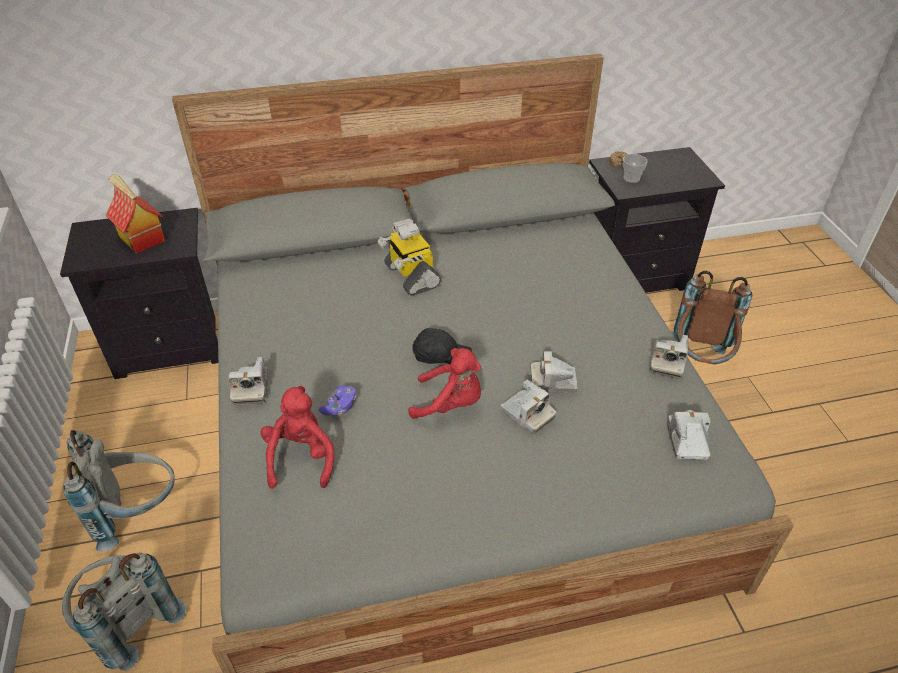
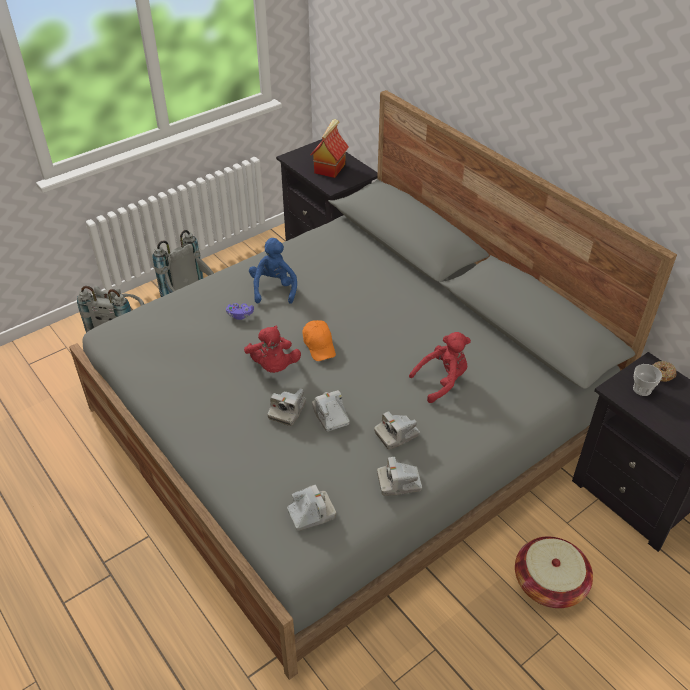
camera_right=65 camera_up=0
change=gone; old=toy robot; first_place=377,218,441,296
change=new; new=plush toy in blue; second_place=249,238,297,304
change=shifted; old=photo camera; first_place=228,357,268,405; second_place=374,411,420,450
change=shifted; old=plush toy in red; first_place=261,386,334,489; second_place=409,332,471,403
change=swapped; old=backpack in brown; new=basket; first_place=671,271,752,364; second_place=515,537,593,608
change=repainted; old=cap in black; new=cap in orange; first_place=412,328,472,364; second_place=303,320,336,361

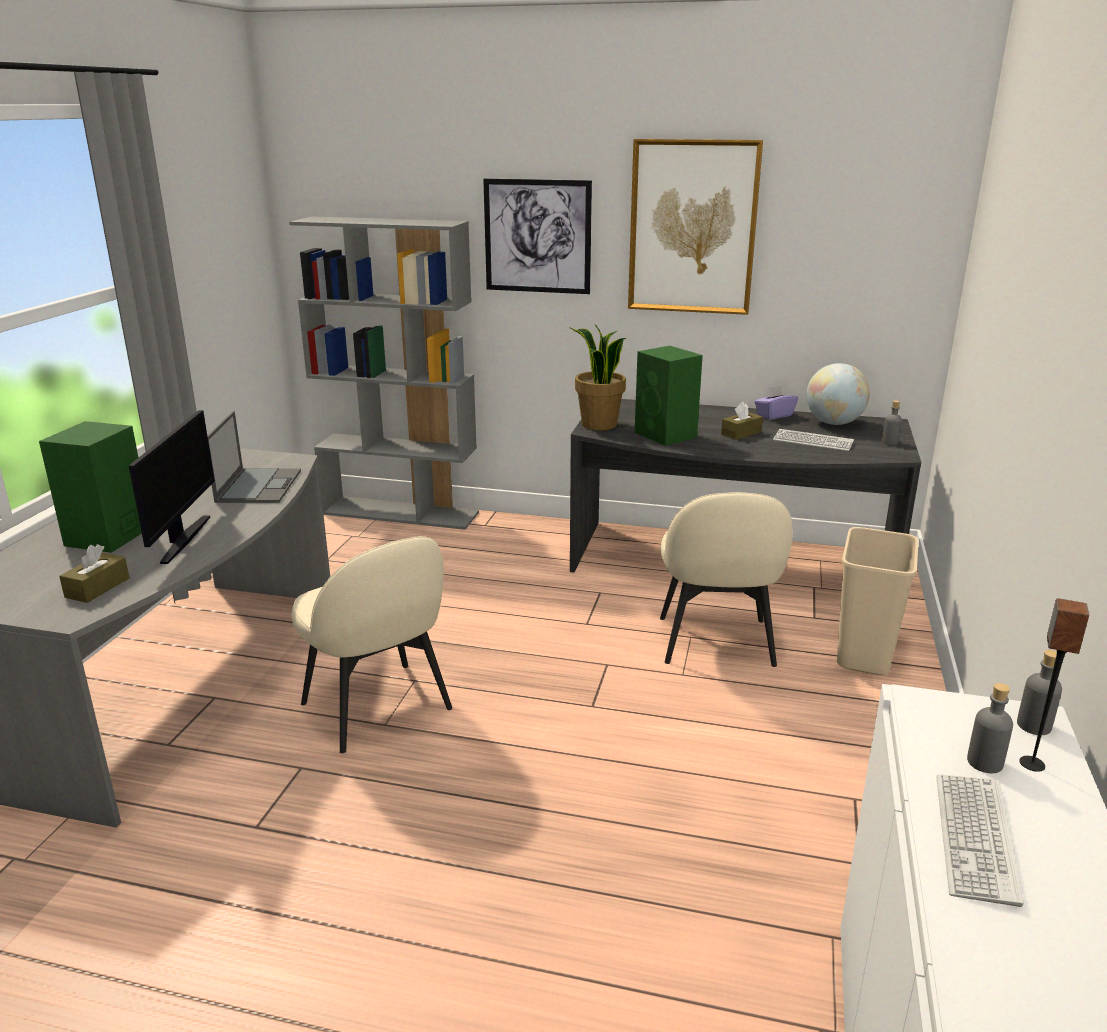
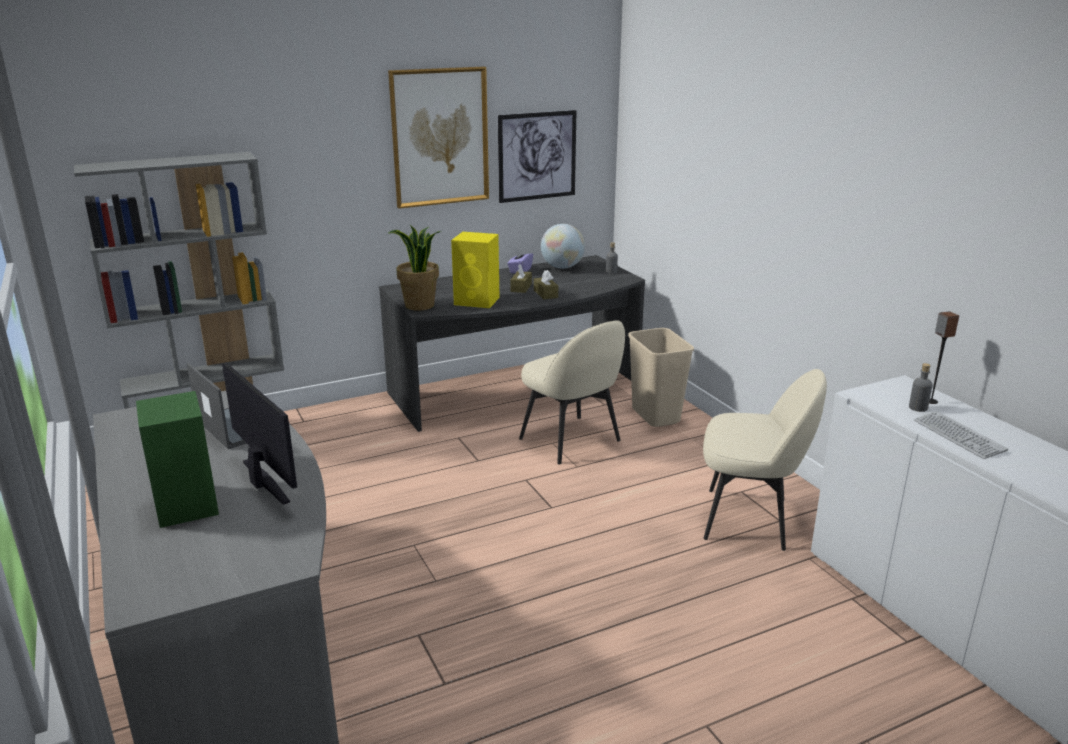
camera_right=-40 camera_up=0
change=gone; old=keyboard; first_place=773,429,854,451
change=gone; old=bottle in grey; first_place=1017,650,1062,735
change=shifted; old=tissue box in brown; first_place=59,544,129,603; second_place=534,270,558,299
change=shifted; old=chair in beige; first_place=292,536,452,753; second_place=703,369,827,551
change=shifted; old=picture; first_place=483,178,592,294; second_place=498,110,576,203
change=repainted; old=speaker in green; new=speaker in yellow; first_place=634,346,703,446; second_place=451,232,500,308

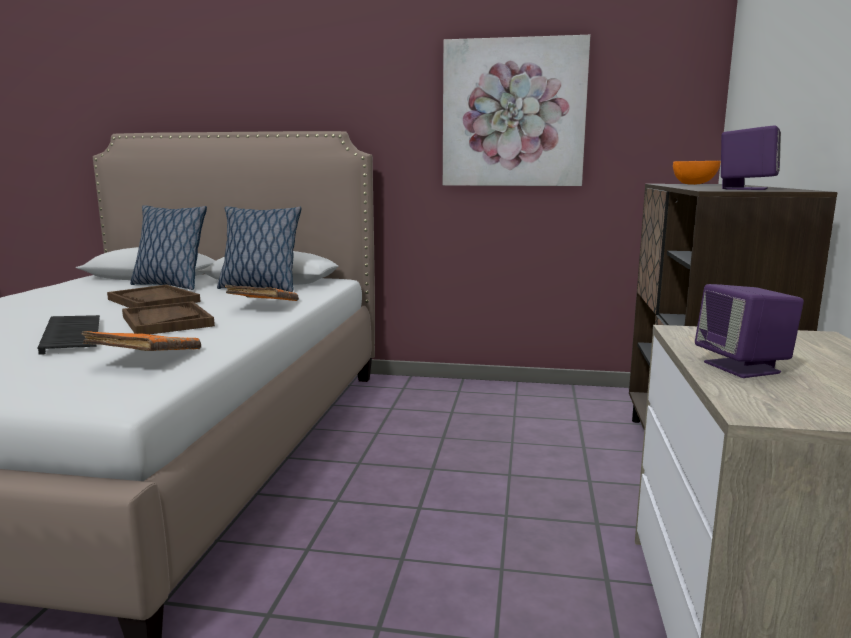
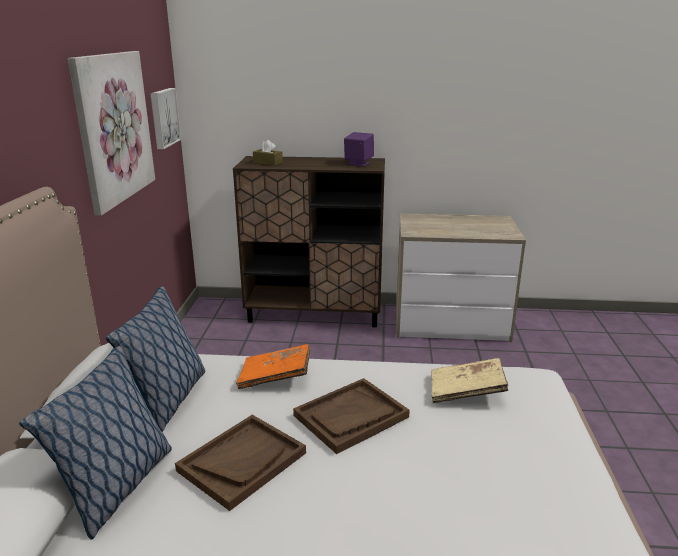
camera_right=-95 camera_up=10
change=gone; old=keyboard; first_place=38,315,100,355
change=gone; old=speaker in purple; first_place=695,284,804,378
change=new; new=picture; second_place=150,88,181,149
change=swapped; old=bowl in orange; new=tissue box in brown; first_place=673,161,721,185; second_place=253,140,283,166
change=repainted; old=book in orange; new=book in beige; first_place=81,331,201,351; second_place=431,358,508,403

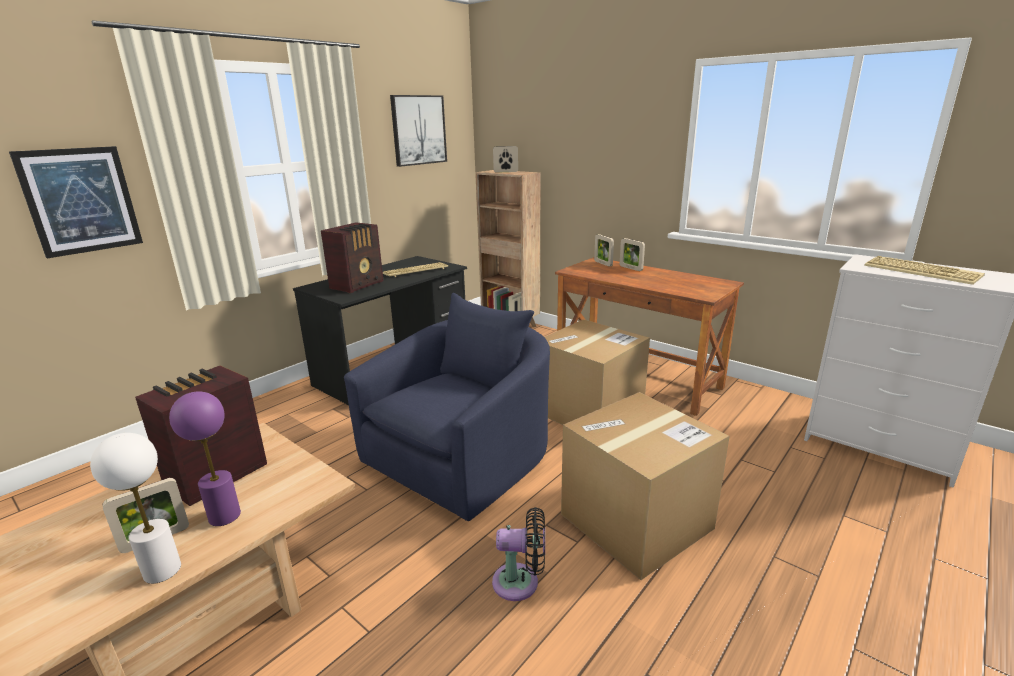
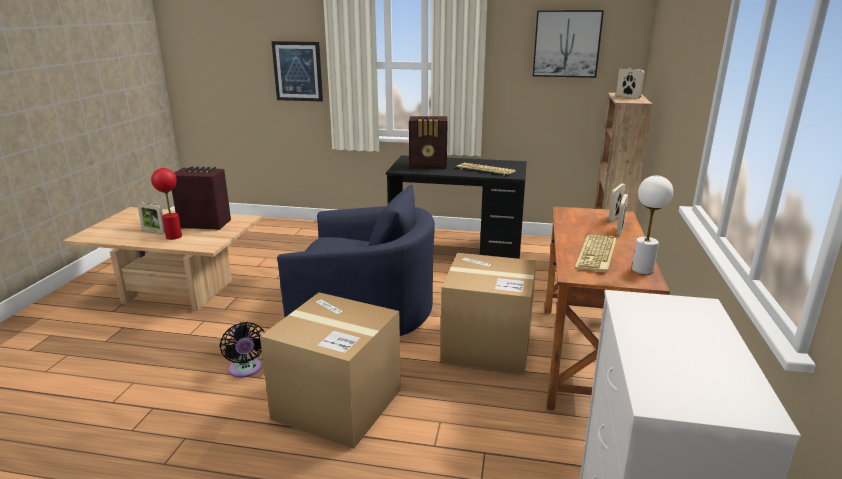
camera_right=60 camera_up=0
change=shifted; old=table lamp in white; first_place=90,433,181,584; second_place=632,176,673,274
change=shifted; old=keyboard; first_place=864,256,985,285; second_place=574,235,617,271
change=repainted; old=table lamp in purple; new=table lamp in red; first_place=169,391,241,526; second_place=151,168,182,240

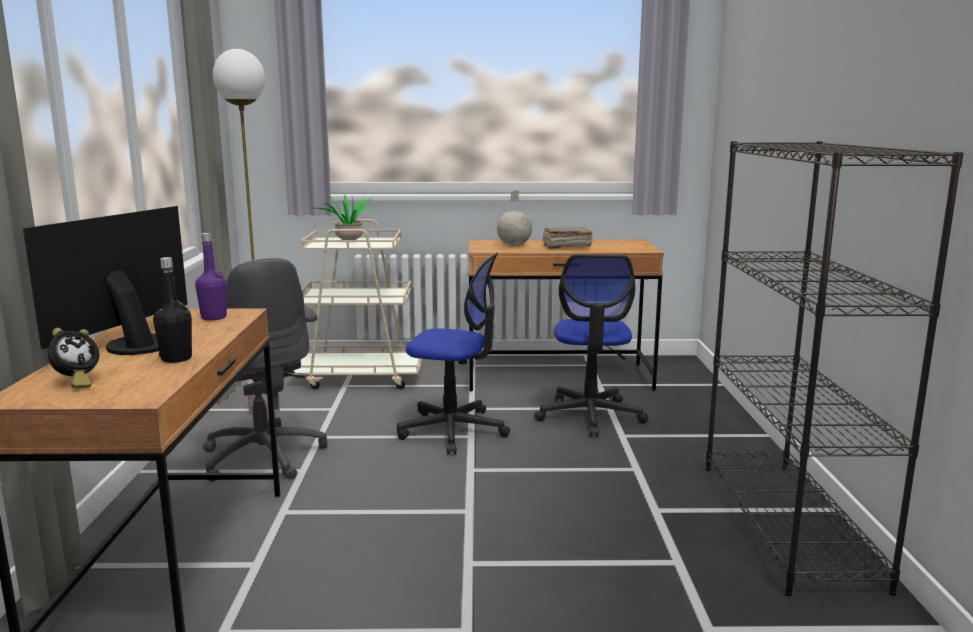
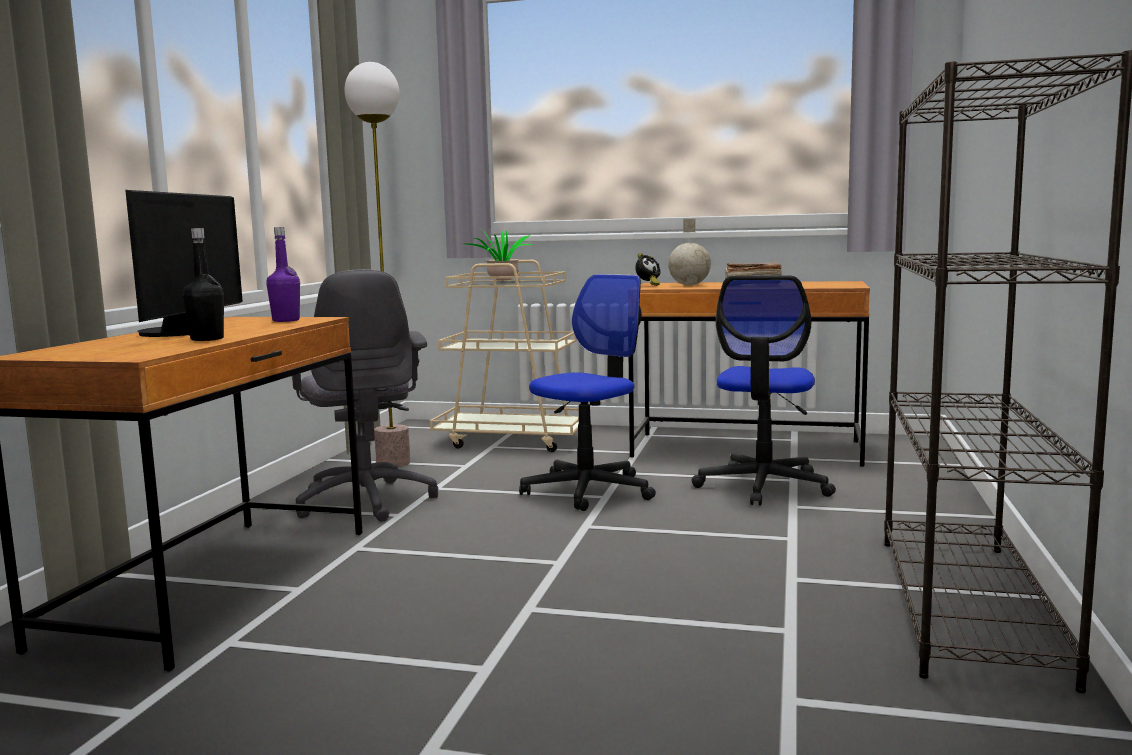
camera_right=15 camera_up=-5
change=shifted; old=alarm clock; first_place=48,328,99,388; second_place=635,253,660,286
change=rotated; old=monitor; first_place=23,206,188,355; second_place=125,190,243,337; degrees=150
change=rotated; old=office chair; first_place=397,253,510,454; second_place=519,274,656,511; degrees=-75

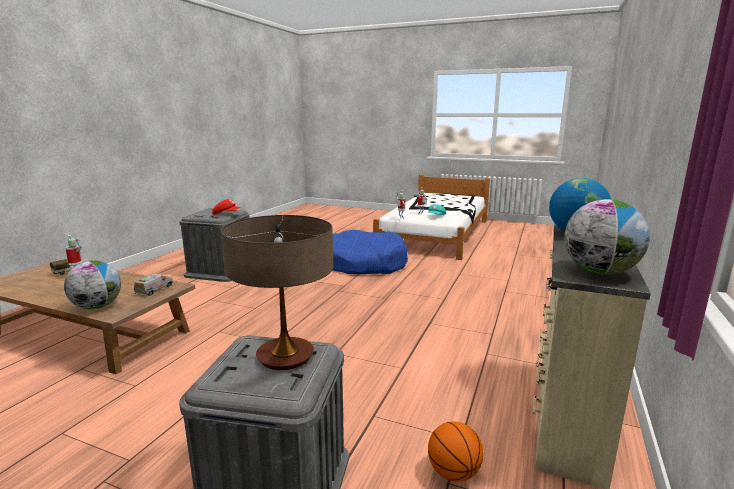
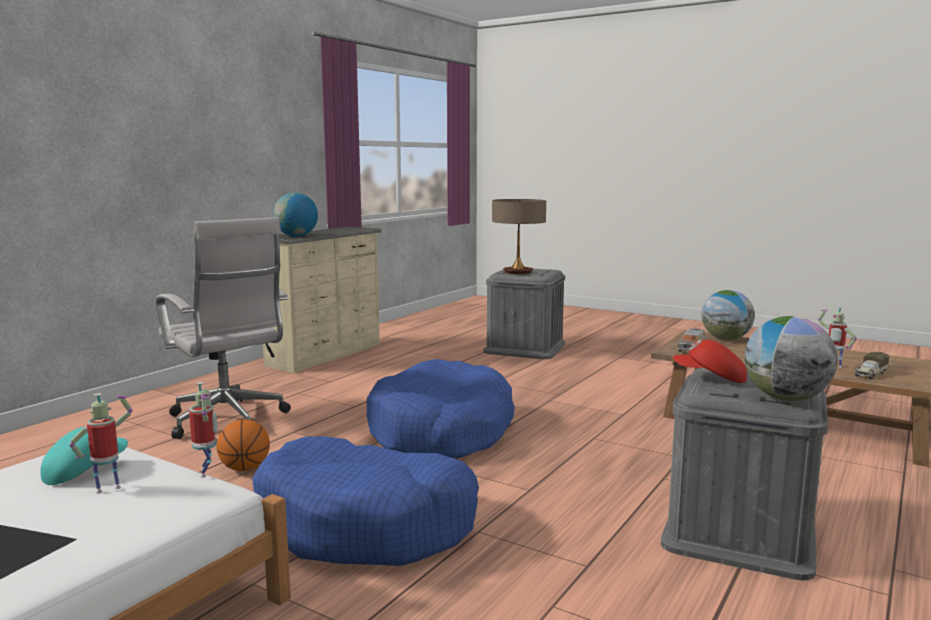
camera_right=-170 camera_up=-5
change=new; new=office chair in white; second_place=156,217,291,439
change=new; new=dog bed in blue; second_place=366,359,515,458
change=shifted; old=basketball; first_place=428,421,484,482; second_place=217,420,270,471
change=shifted; old=globe; first_place=564,199,650,275; second_place=745,316,838,401

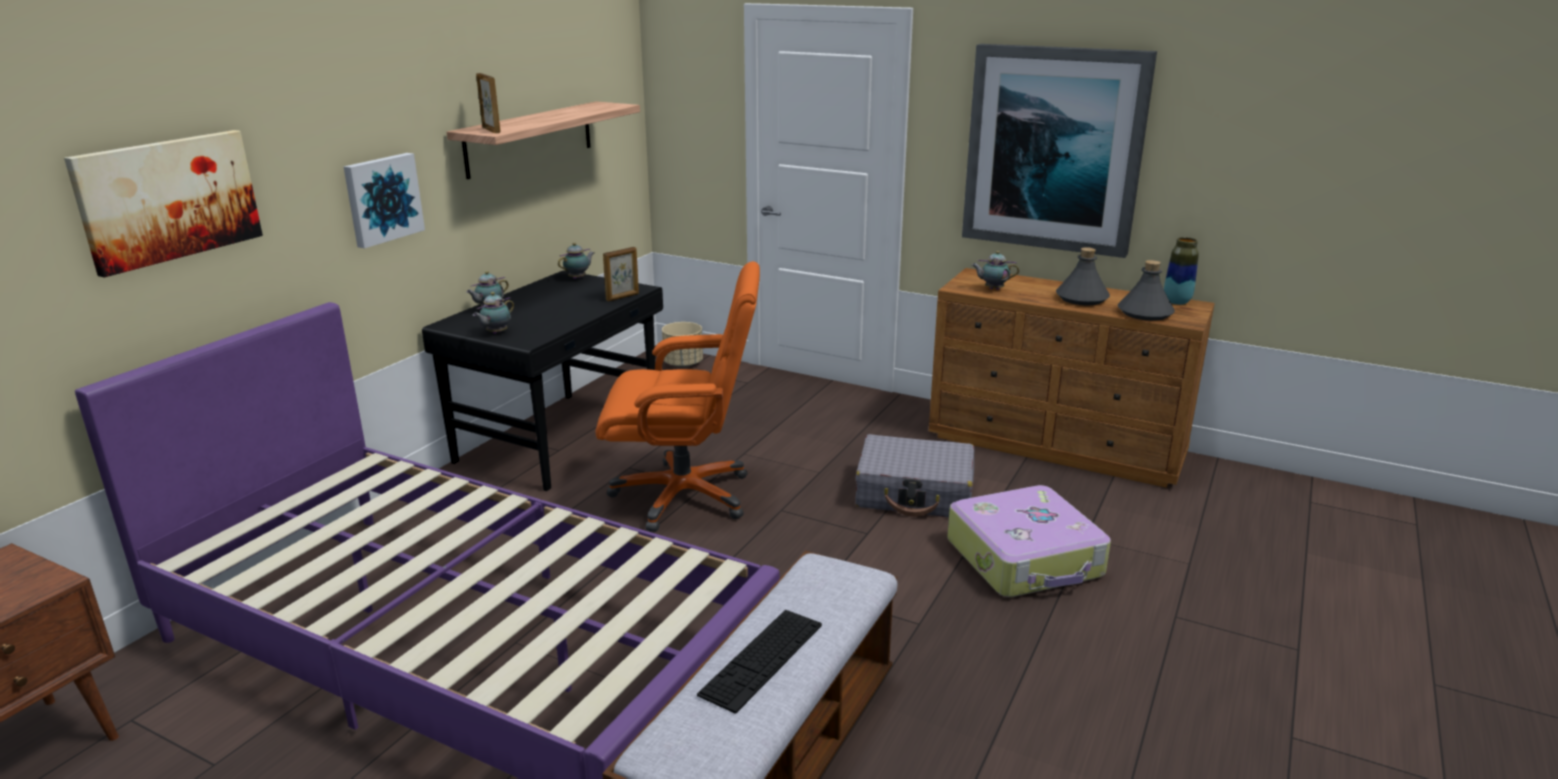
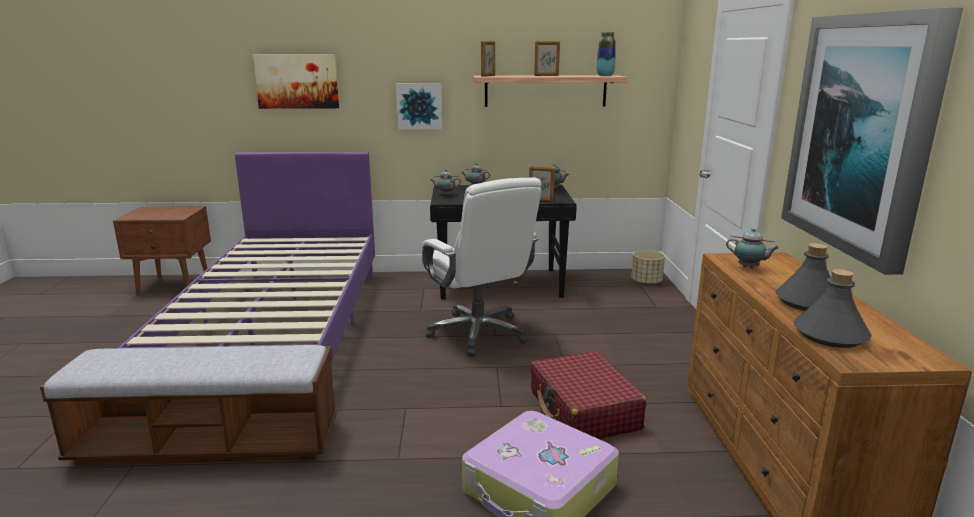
camera_right=60 camera_up=-5
change=gone; old=keyboard; first_place=697,610,822,714
change=new; new=picture frame; second_place=534,41,560,76
change=shifted; old=vase; first_place=1164,237,1199,305; second_place=597,32,616,76
change=repainted; old=office chair in orange; new=office chair in white; first_place=596,261,760,532; second_place=421,177,541,356
change=repainted; old=suitcase in grey; new=suitcase in red; first_place=855,434,974,517; second_place=531,351,646,439
change=rotated; old=teapot; first_place=972,251,1019,290; second_place=726,228,779,268; degrees=135

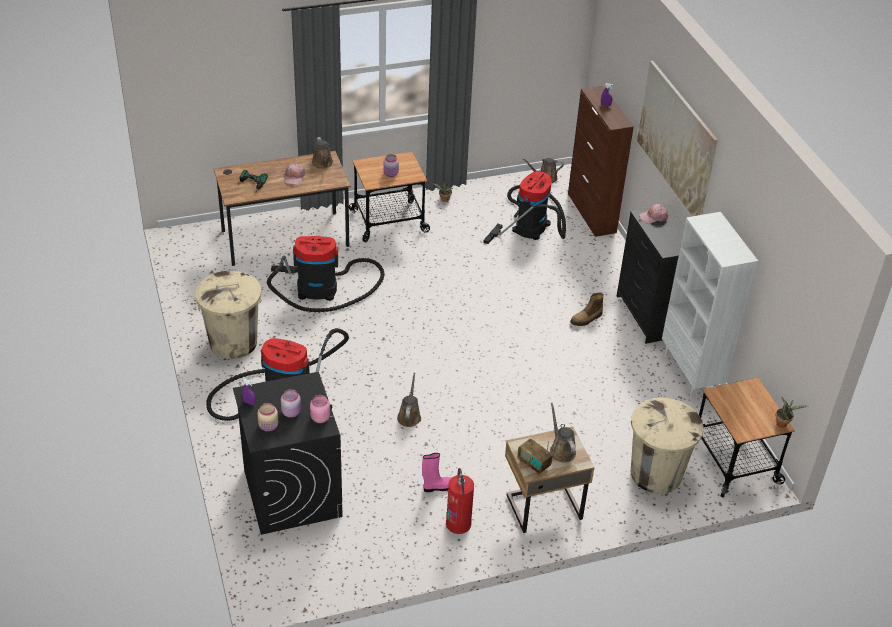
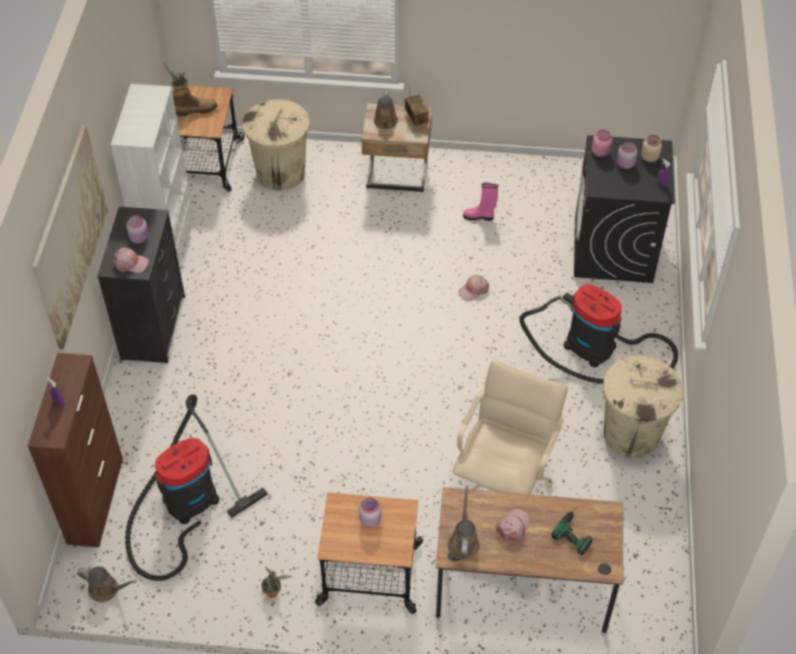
camera_right=-155 camera_up=10
change=gone; old=fire extinguisher; first_place=446,468,474,534
change=new; new=jar in pink; second_place=126,215,149,244
change=shifted; old=boot; first_place=570,293,604,326; second_place=173,88,218,116
change=swapped; old=vacuum cleaner; new=office chair in beige; first_place=267,236,384,312; second_place=452,361,568,495
change=swapped; old=watering can in brown; new=cap in pink; first_place=397,373,421,427; second_place=458,275,489,301

